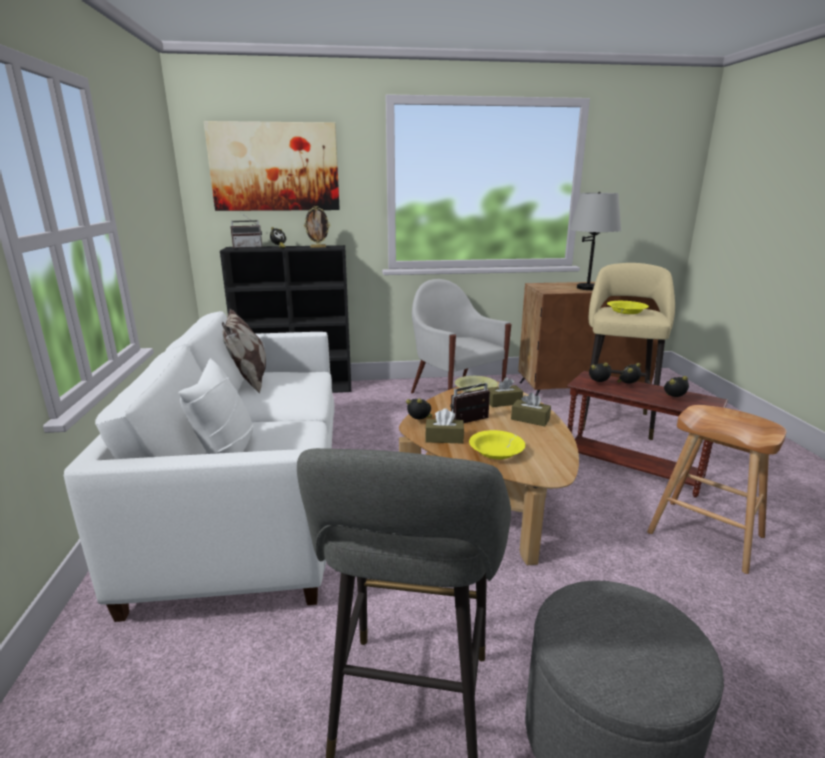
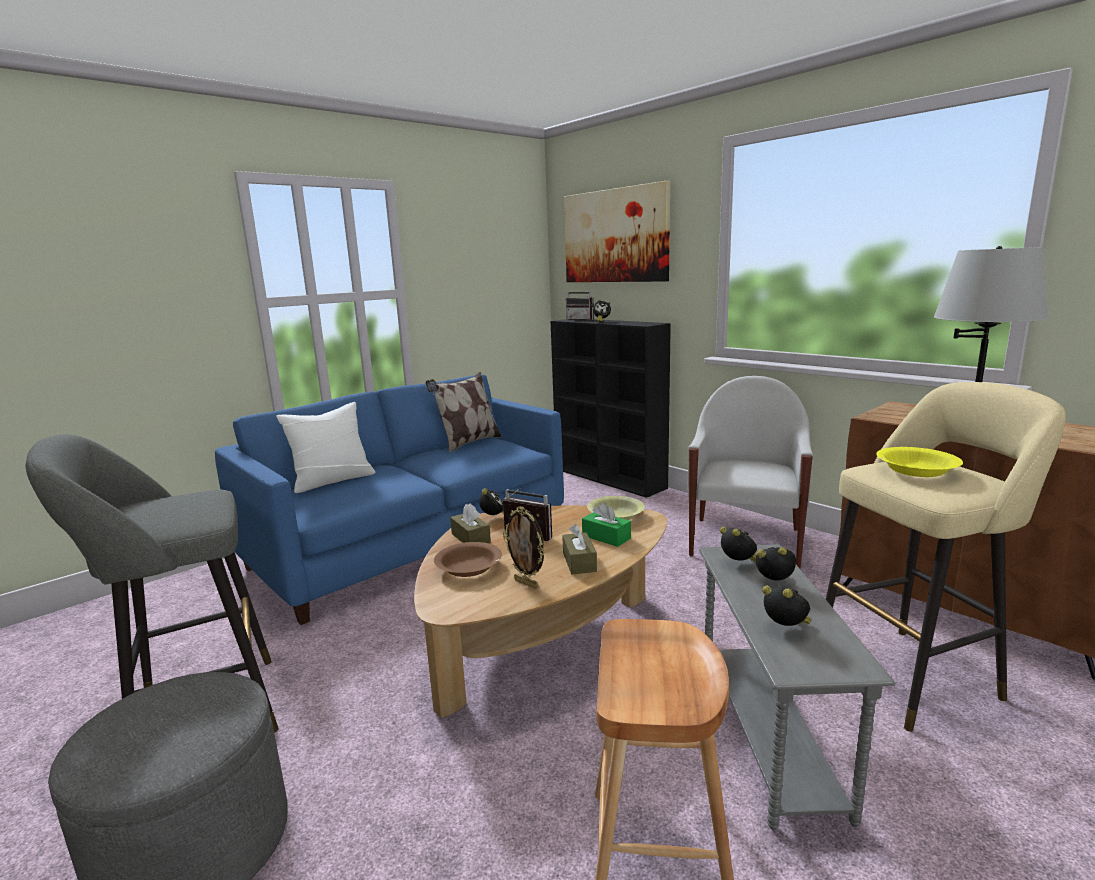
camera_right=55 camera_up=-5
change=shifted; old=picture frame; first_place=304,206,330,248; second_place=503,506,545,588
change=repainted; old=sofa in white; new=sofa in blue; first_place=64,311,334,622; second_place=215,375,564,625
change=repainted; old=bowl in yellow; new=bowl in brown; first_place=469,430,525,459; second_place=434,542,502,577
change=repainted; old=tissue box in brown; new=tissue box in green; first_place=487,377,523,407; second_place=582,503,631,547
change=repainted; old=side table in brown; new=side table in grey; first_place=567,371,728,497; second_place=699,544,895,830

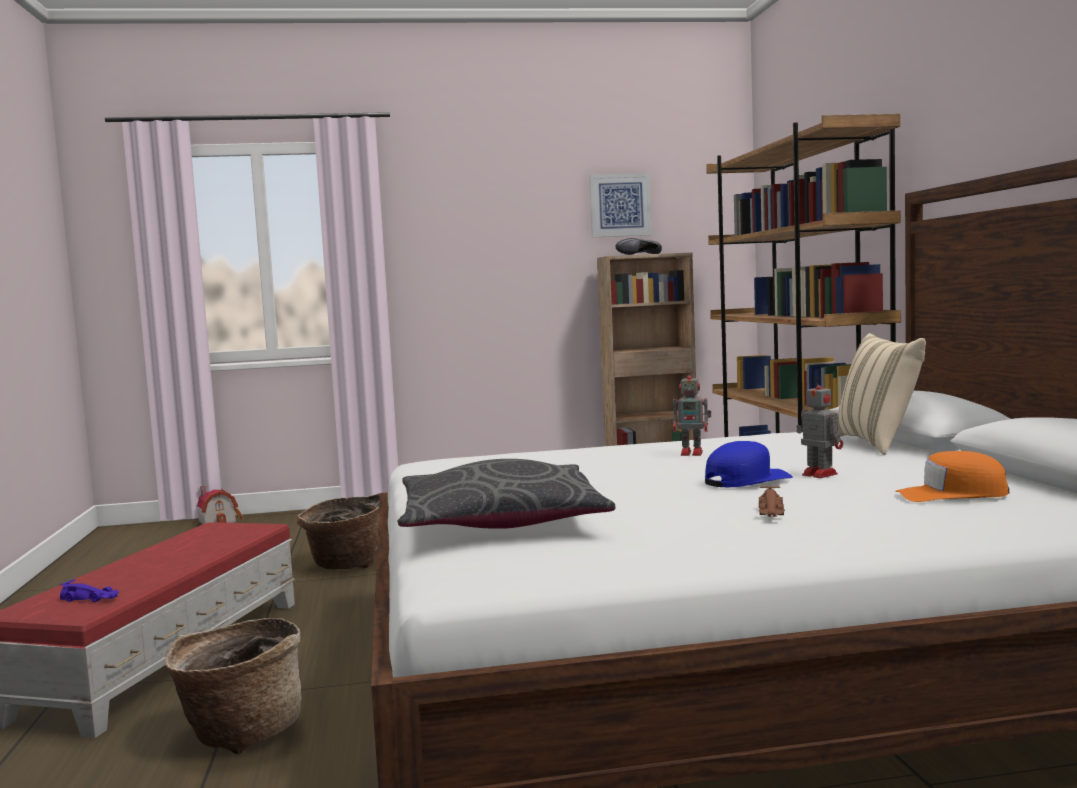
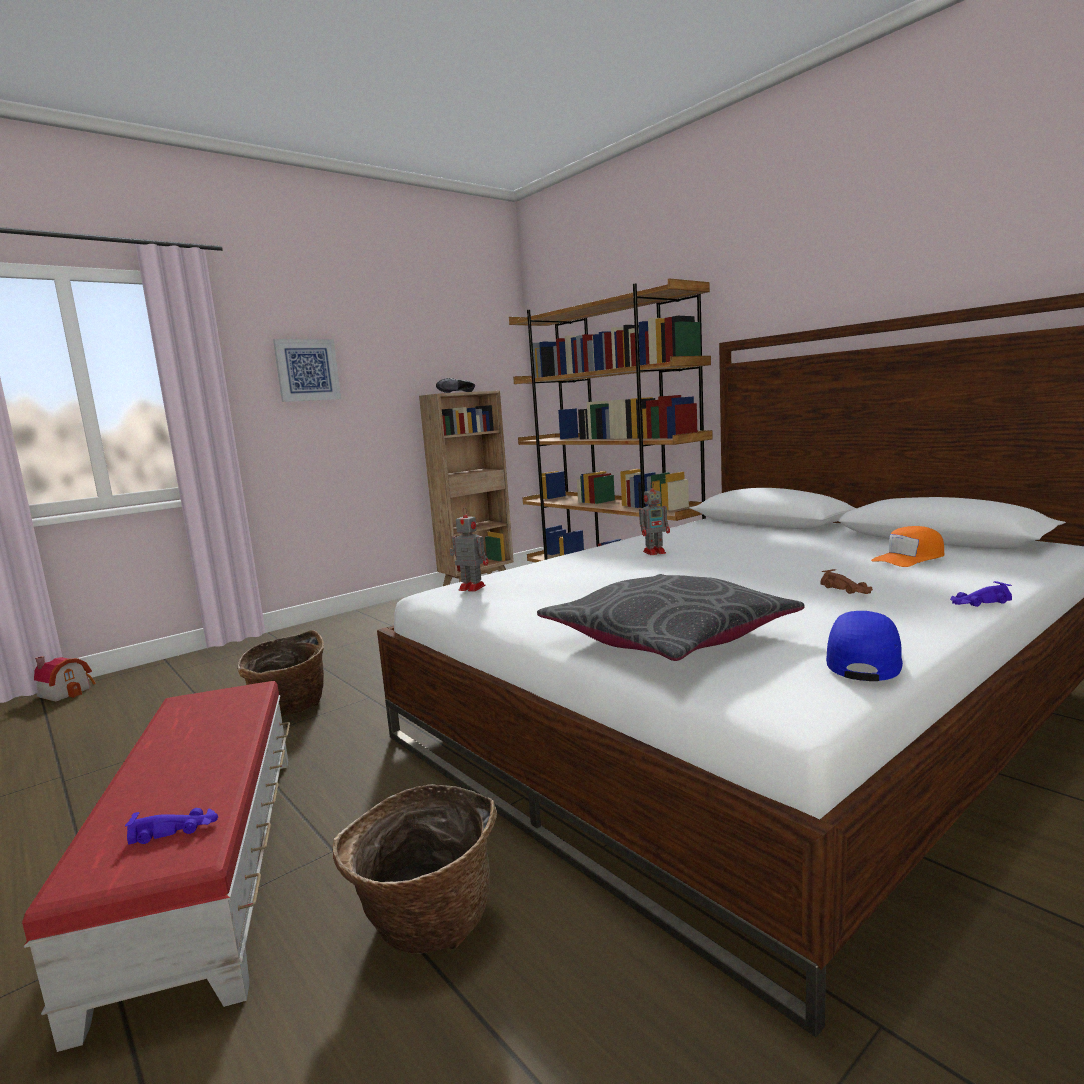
camera_right=-30 camera_up=5
change=gone; old=pillow in beige; first_place=838,333,926,455
change=new; new=toy car in purple; second_place=950,581,1012,607
change=shifted; old=picture; first_place=589,173,652,238; second_place=273,339,341,402
change=shifted; old=cap in blue; first_place=705,441,793,487; second_place=826,611,903,681
change=shifted; old=toy robot; first_place=796,377,843,478; second_place=449,507,489,592

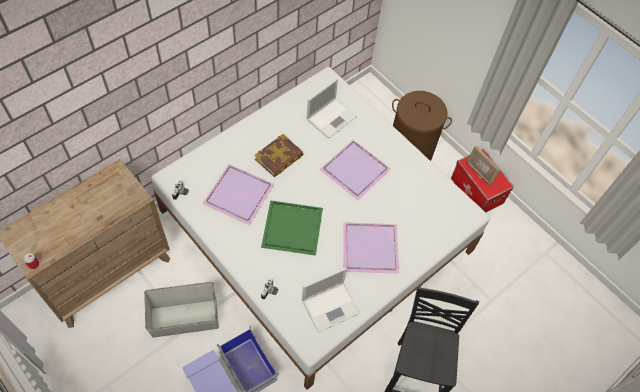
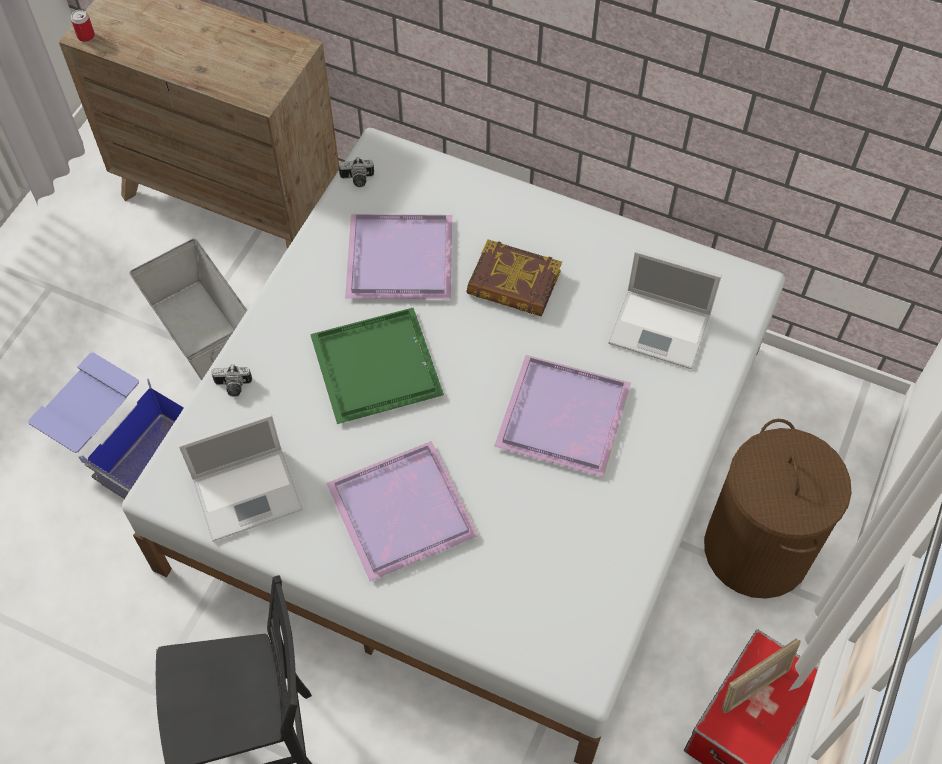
camera_right=70 camera_up=0
change=rotated; old=laptop; first_place=302,267,360,333; second_place=178,413,303,542; degrees=-60
change=rotated; old=picture frame; first_place=466,145,501,186; second_place=722,639,800,713; degrees=-150

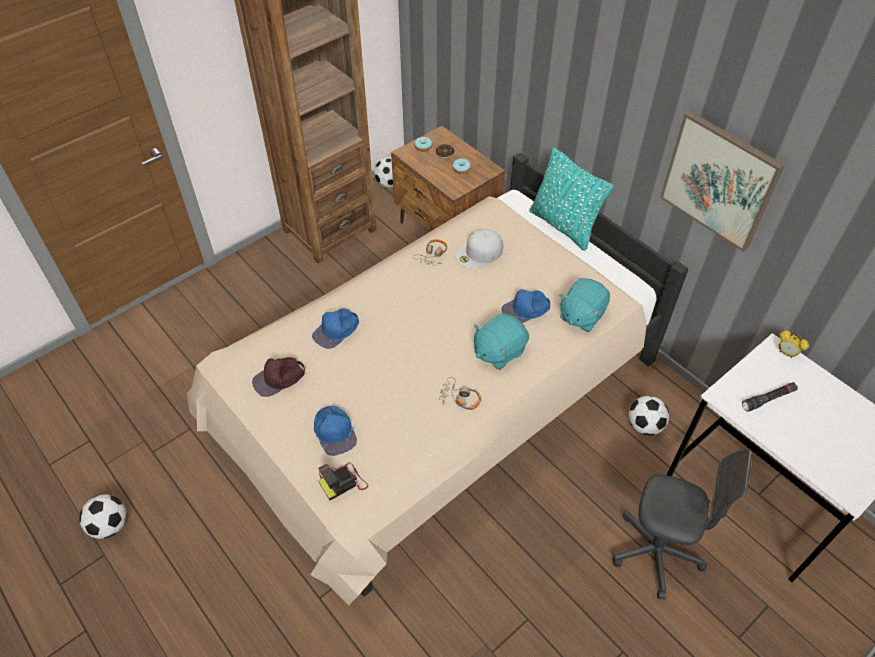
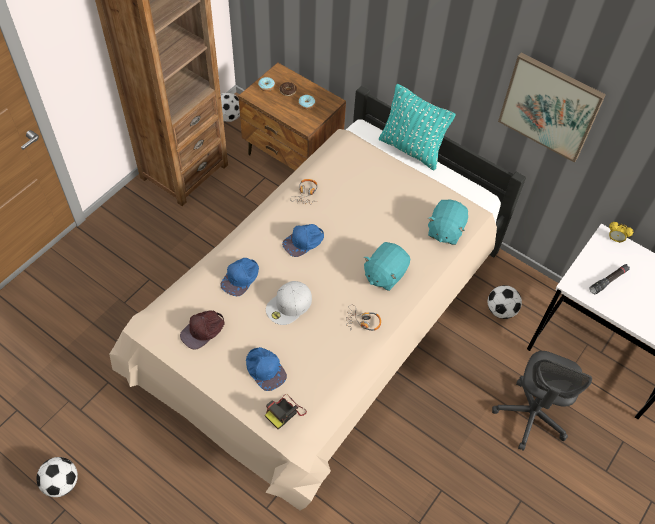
camera_right=-15 camera_up=5
change=shifted; old=cap in white; first_place=455,229,503,269; second_place=266,281,312,325
change=shifted; old=cap in blue; first_place=501,289,550,323; second_place=282,224,324,257
change=rotated; old=office chair in grey; first_place=612,449,752,599; second_place=492,351,592,451; degrees=105

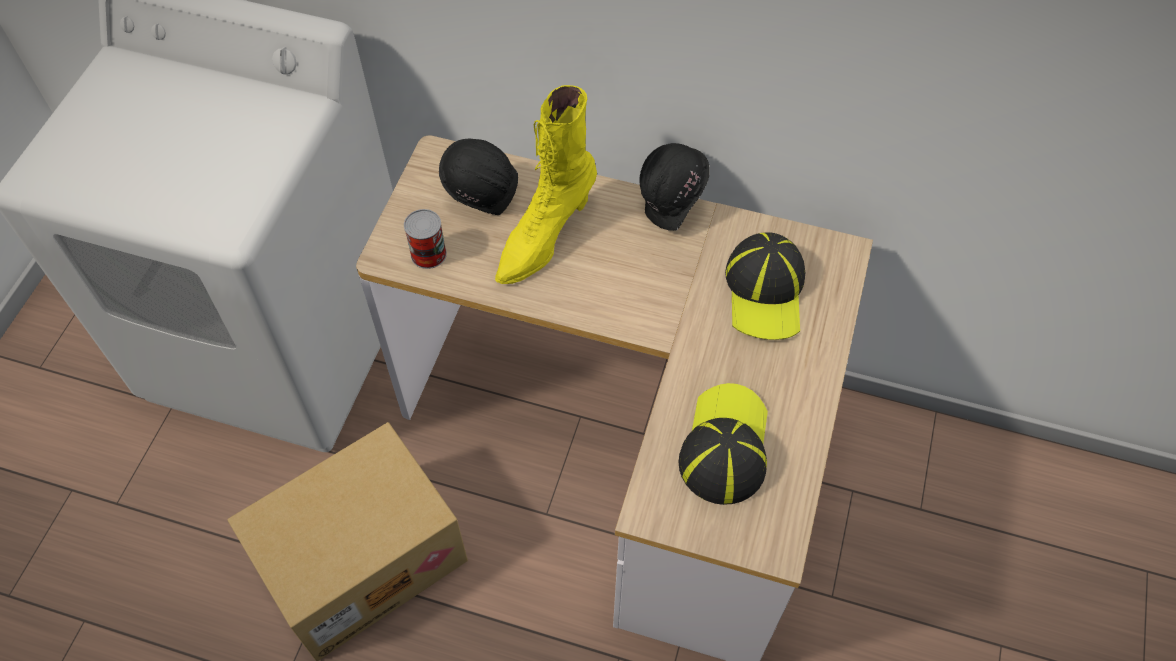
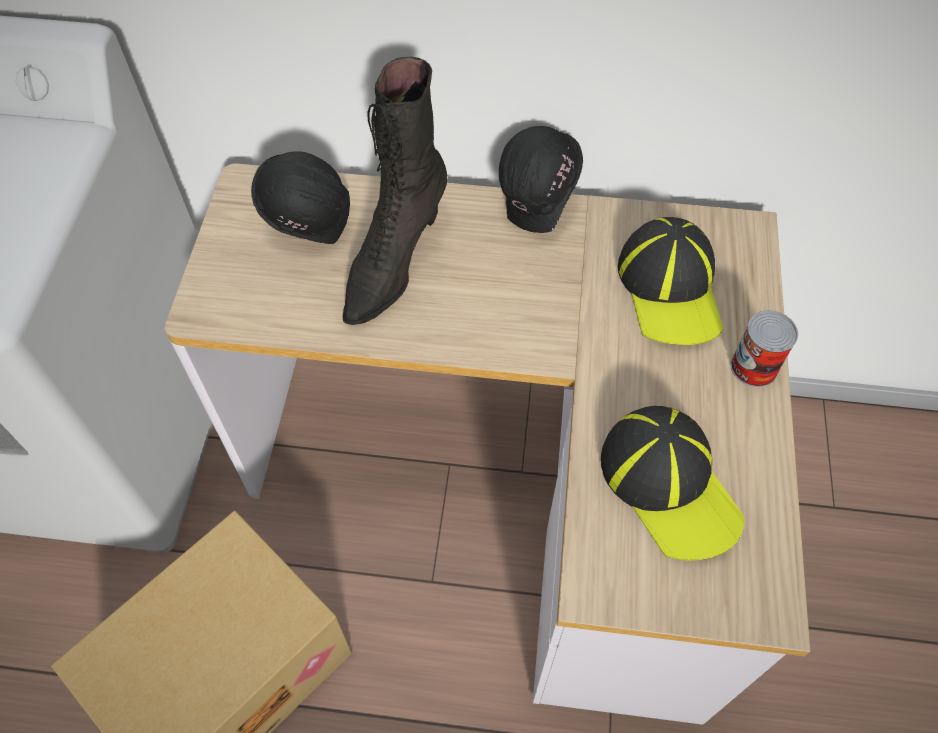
camera_right=-10 camera_up=0
change=shifted; old=can; first_place=404,209,447,269; second_place=731,310,798,387
change=repainted; old=boot in yellow; new=boot in black; first_place=495,85,597,284; second_place=343,57,447,325
change=rotated; old=cap; first_place=679,383,768,505; second_place=601,406,744,561; degrees=150

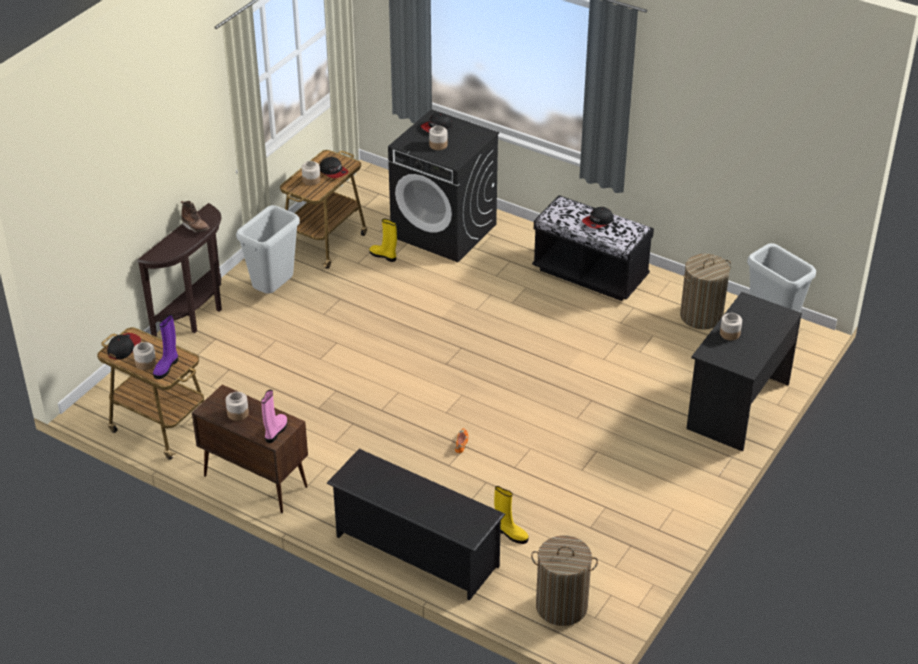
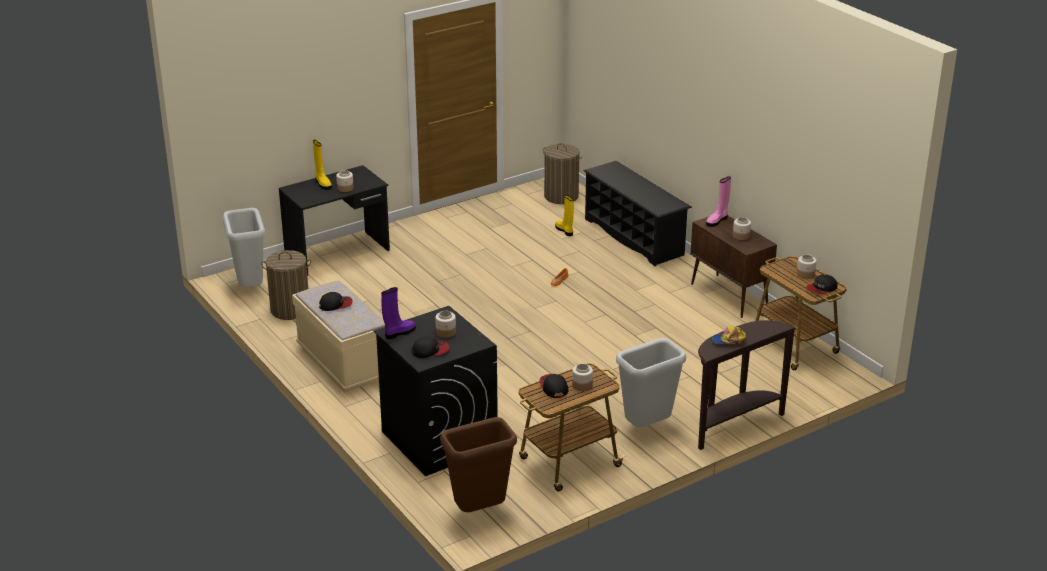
camera_right=-155 camera_up=-10
change=new; new=trash can in brown; second_place=440,417,517,512
change=shifted; old=boot in purple; first_place=153,314,178,379; second_place=381,287,416,339
change=shifted; old=boot in yellow; first_place=369,219,397,262; second_place=313,140,332,190
change=swapped; old=boot in brown; new=cap; first_place=181,201,210,232; second_place=712,326,746,344
change=repainted; old=bench in black; new=bench in beige; first_place=532,195,654,301; second_place=292,281,385,392

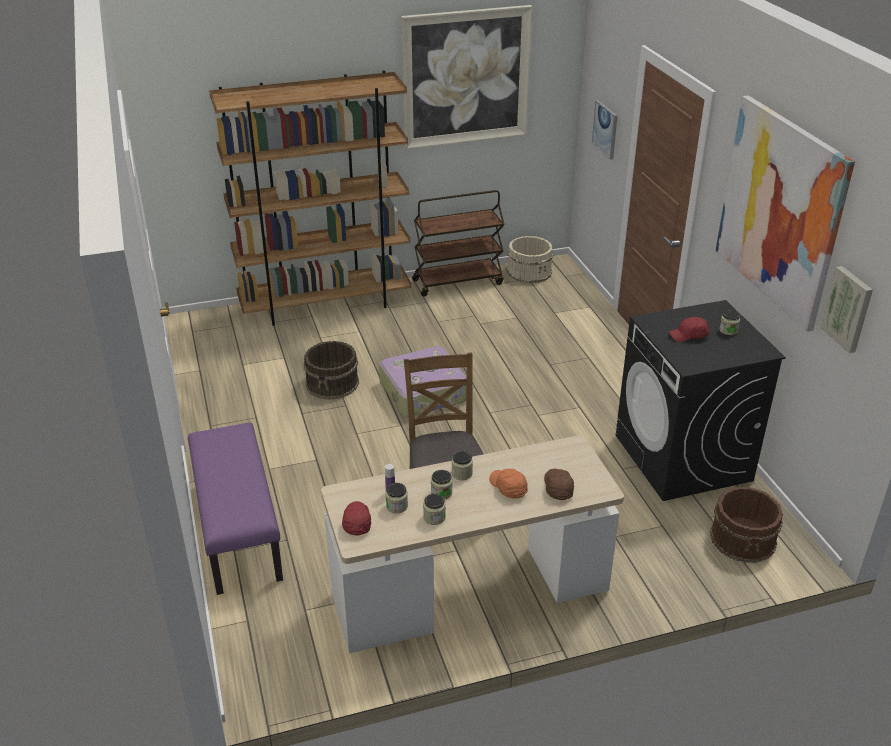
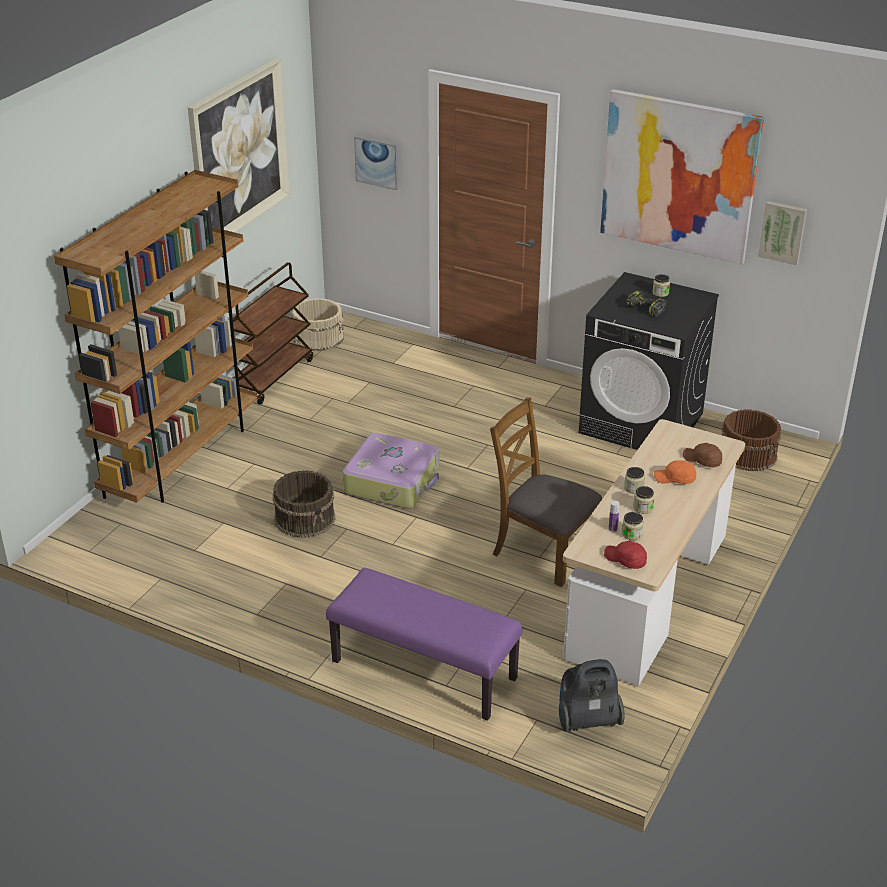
camera_right=-45 camera_up=0
change=gone; old=jar; first_place=423,494,446,525
change=new; new=vacuum cleaner; second_place=559,659,624,732
change=swapped; old=cap in red; new=power drill; first_place=669,317,709,342; second_place=625,290,667,317

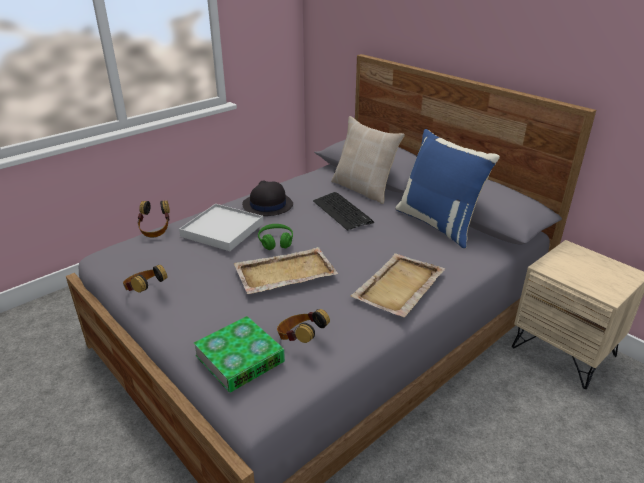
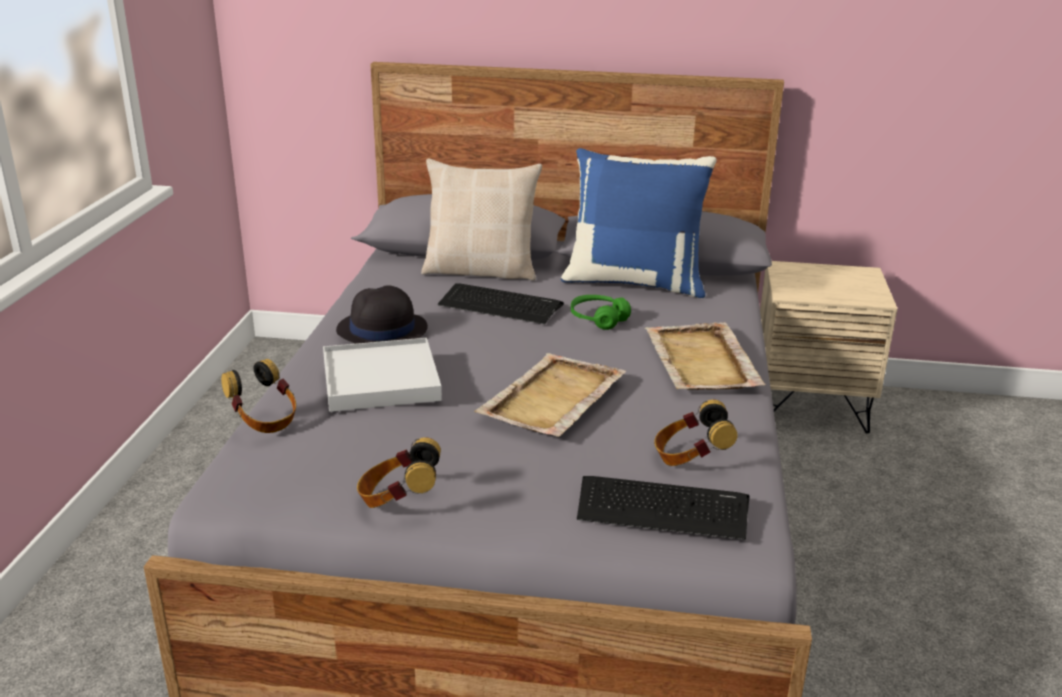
camera_right=-40 camera_up=-5
change=shifted; old=headphones in green; first_place=258,224,293,250; second_place=571,295,631,330
change=swapped; old=book; new=keyboard; first_place=194,316,285,393; second_place=577,476,749,540

